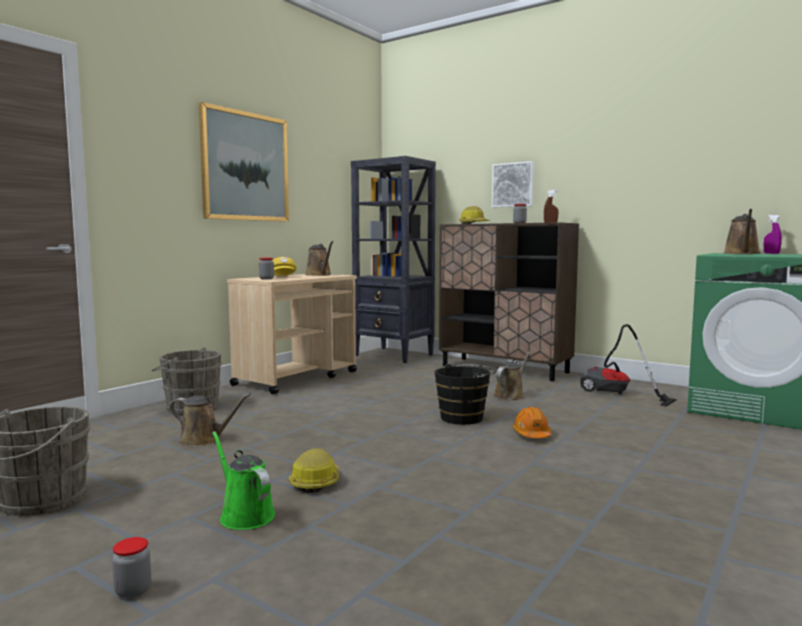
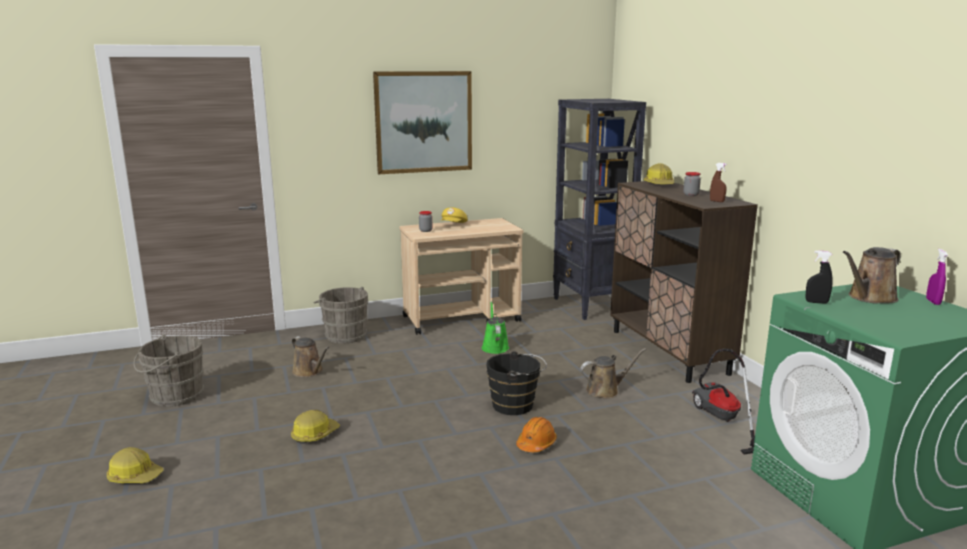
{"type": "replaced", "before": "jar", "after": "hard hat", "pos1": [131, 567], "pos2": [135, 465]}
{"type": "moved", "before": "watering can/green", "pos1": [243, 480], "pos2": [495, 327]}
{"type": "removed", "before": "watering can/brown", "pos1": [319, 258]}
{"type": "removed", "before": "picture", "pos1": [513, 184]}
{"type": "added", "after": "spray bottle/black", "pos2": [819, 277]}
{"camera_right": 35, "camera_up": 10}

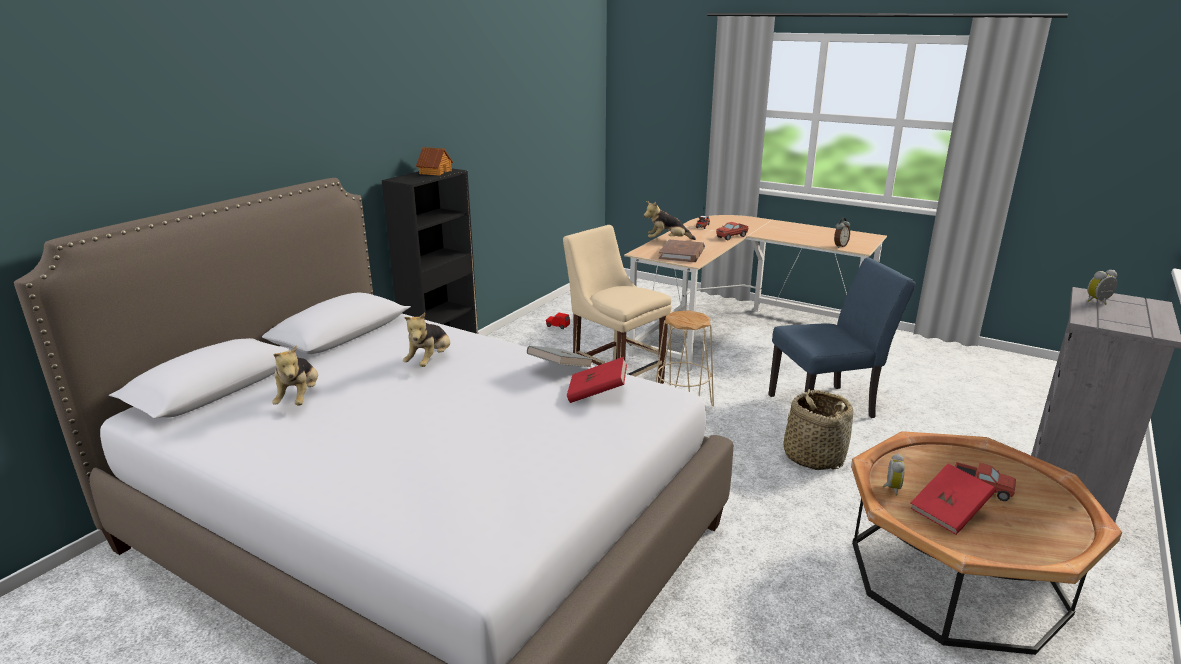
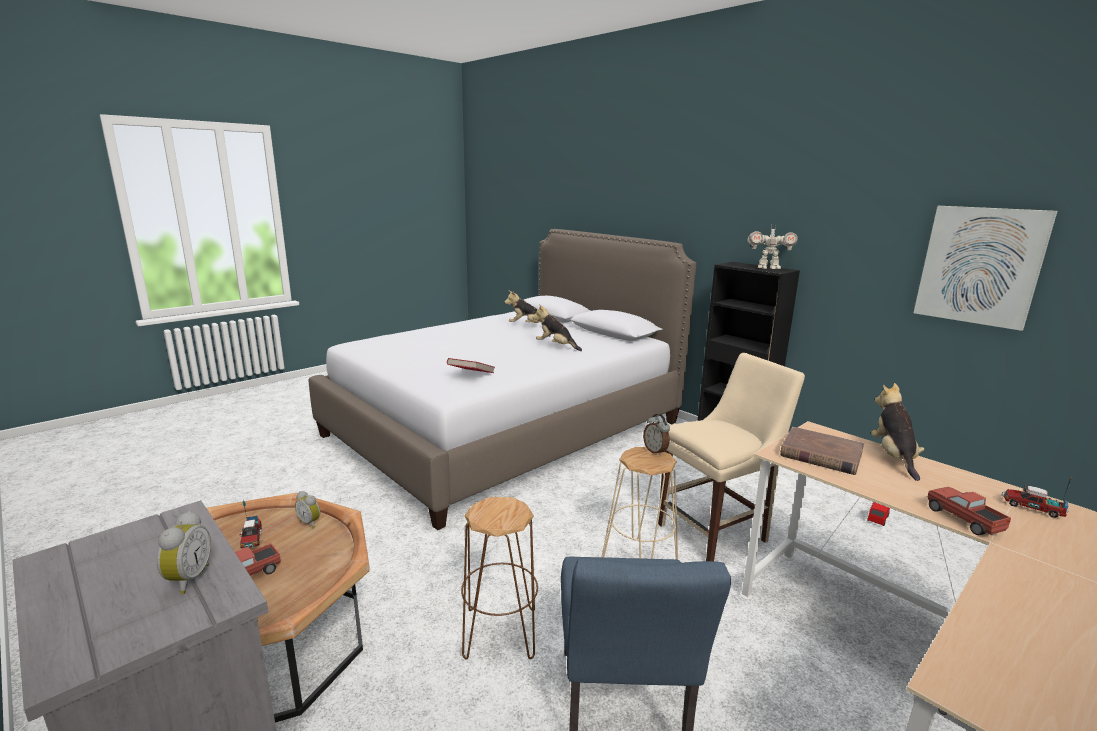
{"type": "replaced", "before": "toy house", "after": "toy robot", "pos1": [434, 161], "pos2": [772, 247]}
{"type": "removed", "before": "book/grey", "pos1": [560, 356]}
{"type": "replaced", "before": "basket", "after": "stool/brown", "pos1": [818, 429], "pos2": [499, 578]}
{"type": "moved", "before": "alarm clock", "pos1": [842, 233], "pos2": [656, 435]}
{"type": "replaced", "before": "book/red", "after": "toy truck", "pos1": [953, 499], "pos2": [250, 524]}
{"type": "added", "after": "picture", "pos2": [985, 268]}
{"camera_right": 105, "camera_up": -5}

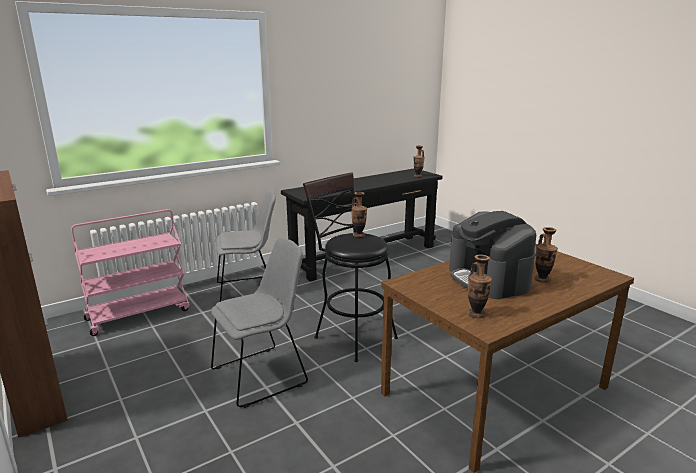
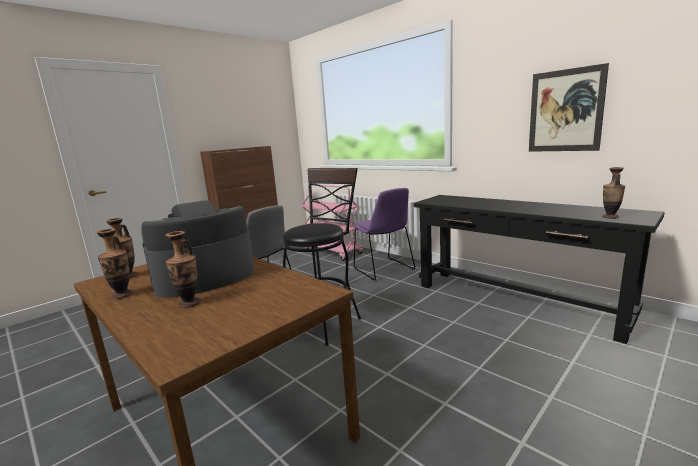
{"type": "recoloured", "before": "chair/grey", "after": "chair/purple", "pos1": [246, 246], "pos2": [384, 234]}
{"type": "moved", "before": "vase", "pos1": [359, 214], "pos2": [115, 264]}
{"type": "added", "after": "picture", "pos2": [569, 107]}
{"camera_right": 80, "camera_up": -5}

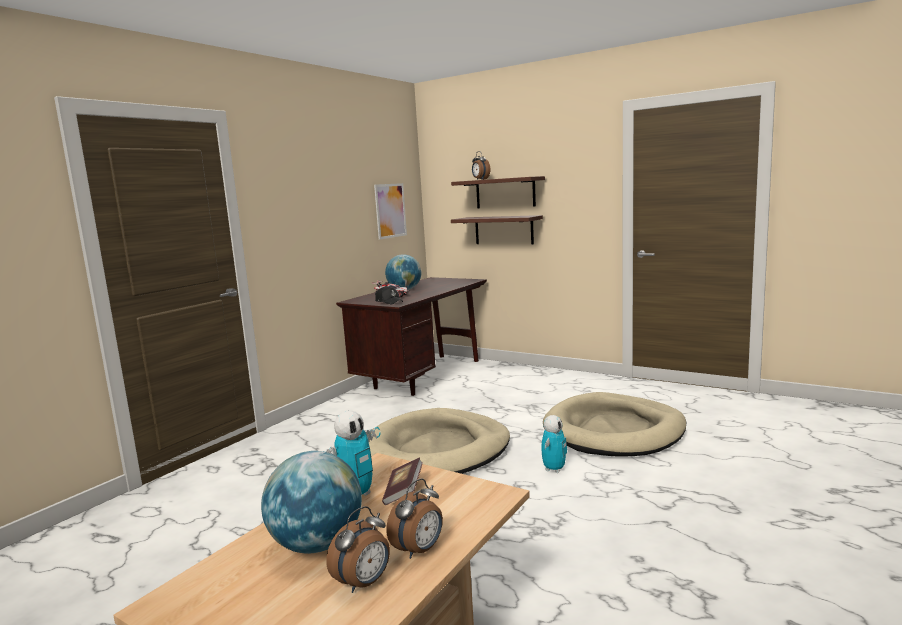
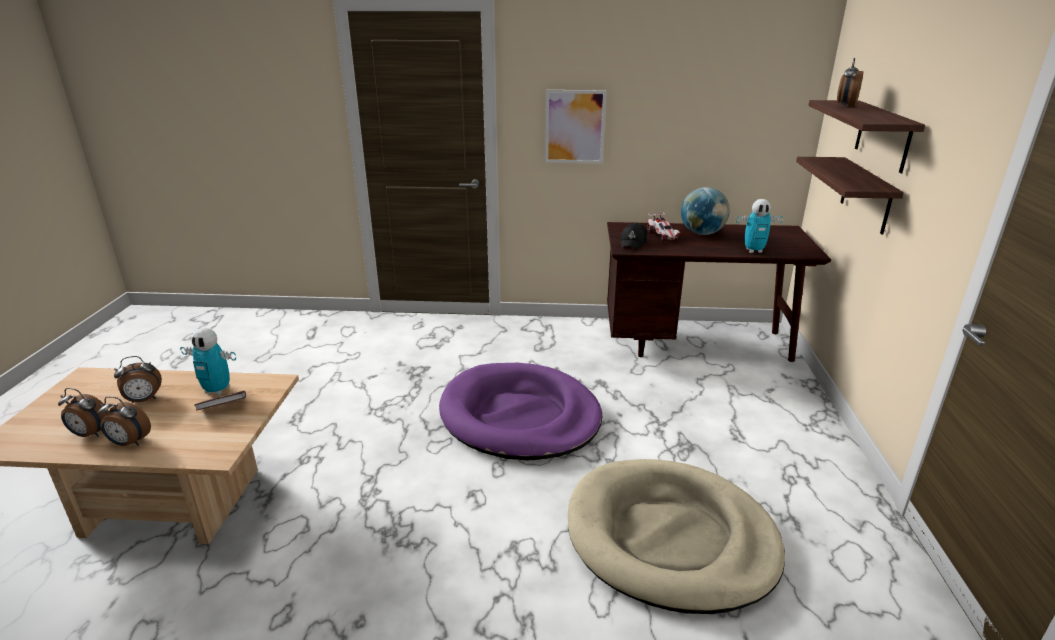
{"type": "replaced", "before": "globe", "after": "alarm clock", "pos1": [311, 502], "pos2": [138, 380]}
{"type": "recoloured", "before": "dog bed/beige", "after": "dog bed/purple", "pos1": [439, 441], "pos2": [520, 411]}
{"type": "moved", "before": "picture", "pos1": [390, 211], "pos2": [576, 126]}
{"type": "moved", "before": "toy robot", "pos1": [554, 444], "pos2": [759, 226]}
{"camera_right": 60, "camera_up": 15}

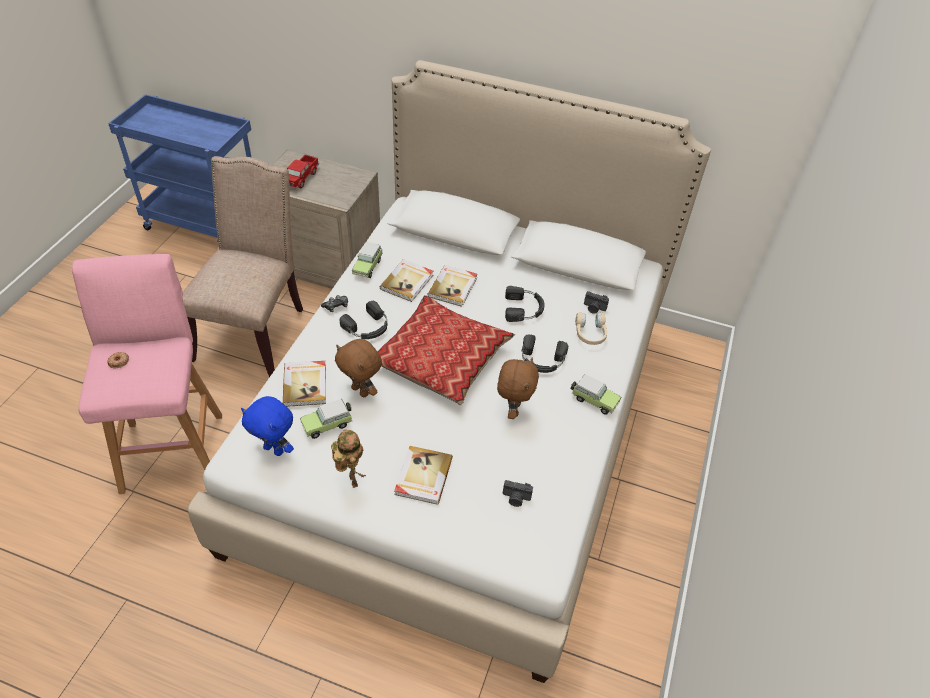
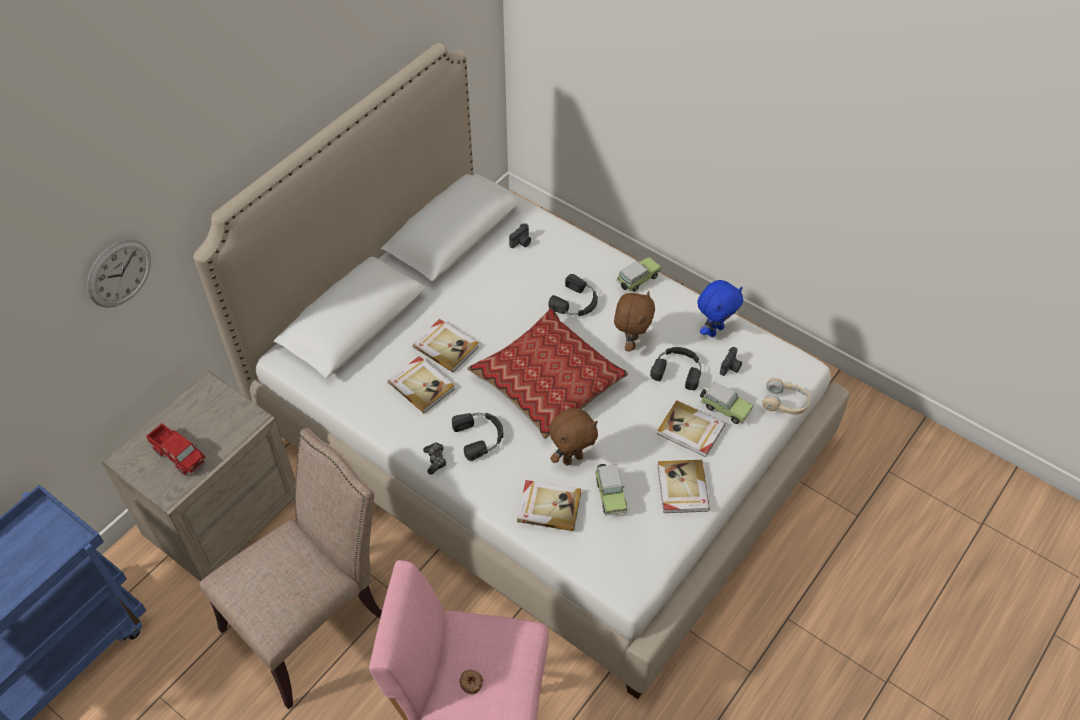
{"type": "turned", "before": "chair/beige", "pos1": [242, 266], "pos2": [290, 569], "turn": 105}
{"type": "moved", "before": "plush toy/blue", "pos1": [267, 426], "pos2": [720, 308]}
{"type": "replaced", "before": "toy robot", "after": "book", "pos1": [348, 458], "pos2": [684, 486]}
{"type": "moved", "before": "toy car", "pos1": [367, 260], "pos2": [726, 402]}
{"type": "turned", "before": "plush toy/brown", "pos1": [518, 388], "pos2": [634, 321], "turn": 75}
{"type": "moved", "before": "headphones/black", "pos1": [525, 304], "pos2": [675, 368]}
{"type": "moved", "before": "headphones/beige", "pos1": [591, 328], "pos2": [786, 396]}
{"type": "added", "after": "wall clock", "pos2": [119, 273]}
{"camera_right": -70, "camera_up": 5}

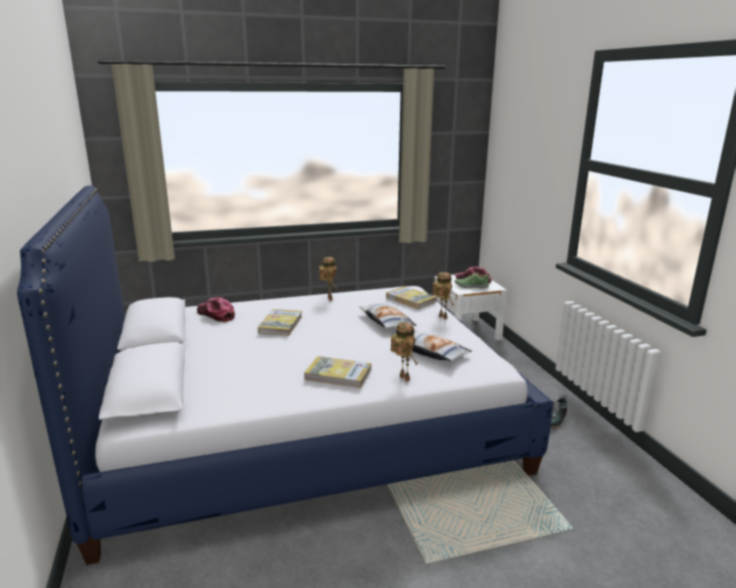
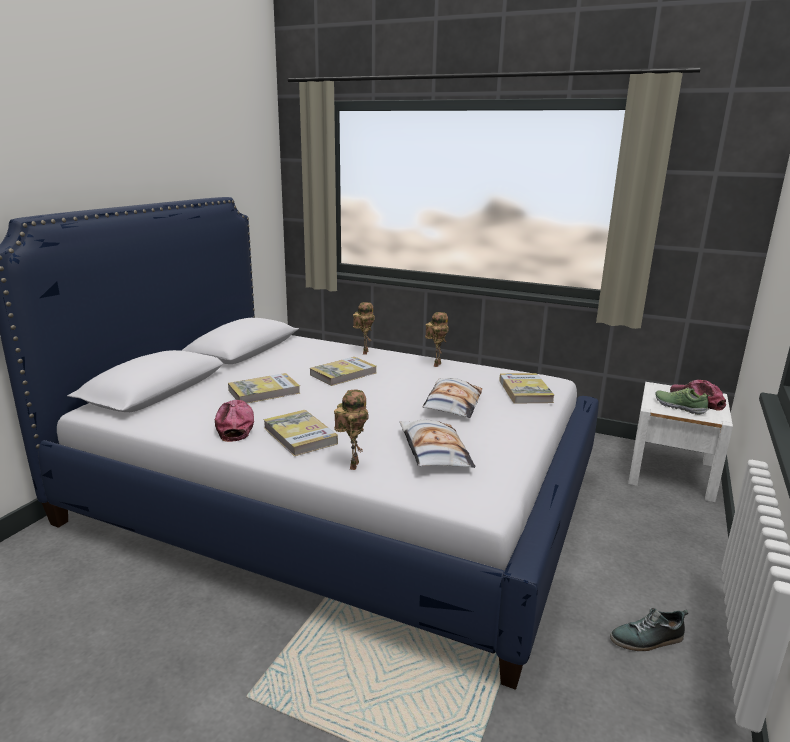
{"type": "moved", "before": "cap", "pos1": [216, 309], "pos2": [234, 421]}
{"type": "moved", "before": "toy robot", "pos1": [443, 295], "pos2": [364, 328]}
{"type": "added", "after": "book", "pos2": [264, 388]}
{"camera_right": 40, "camera_up": 0}

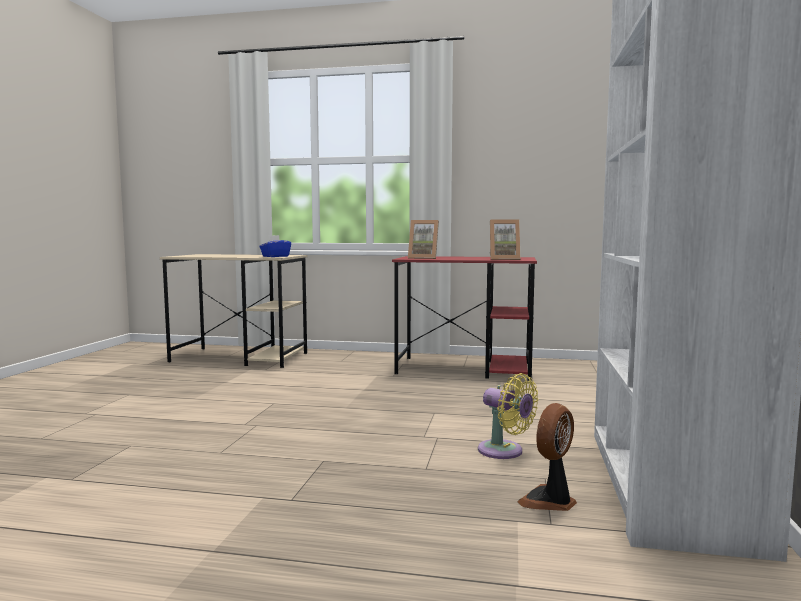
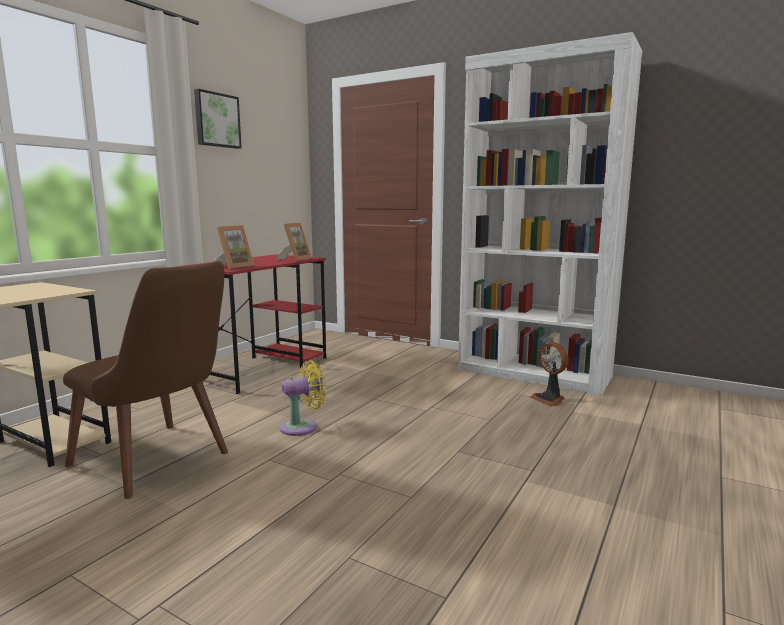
{"type": "removed", "before": "tissue box/blue", "pos1": [275, 246]}
{"type": "moved", "before": "fan/yellow", "pos1": [508, 416], "pos2": [303, 398]}
{"type": "added", "after": "chair/brown", "pos2": [145, 380]}
{"type": "added", "after": "picture", "pos2": [218, 119]}
{"camera_right": -70, "camera_up": 5}

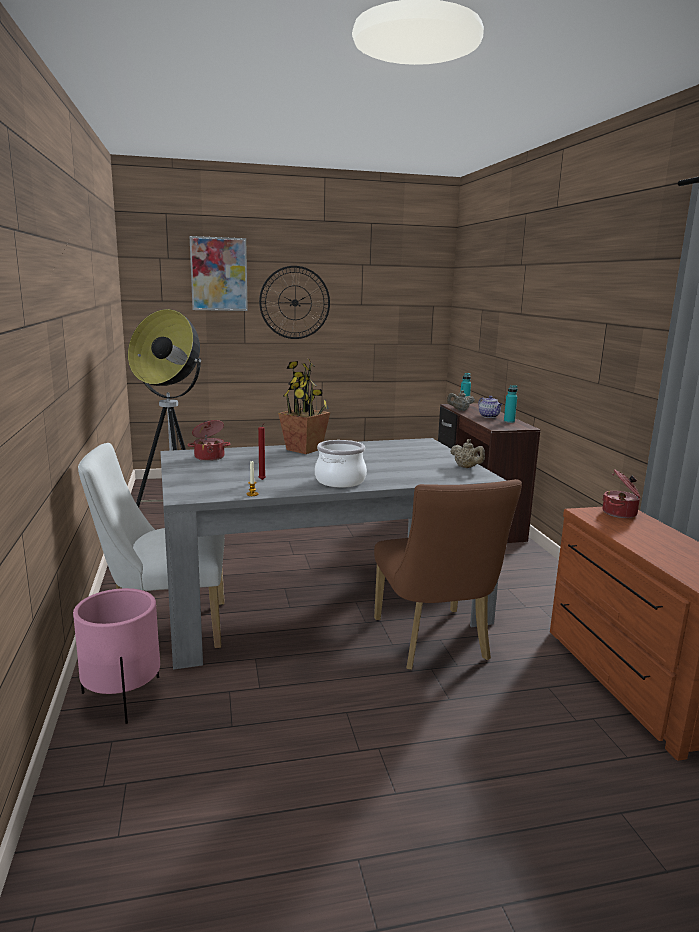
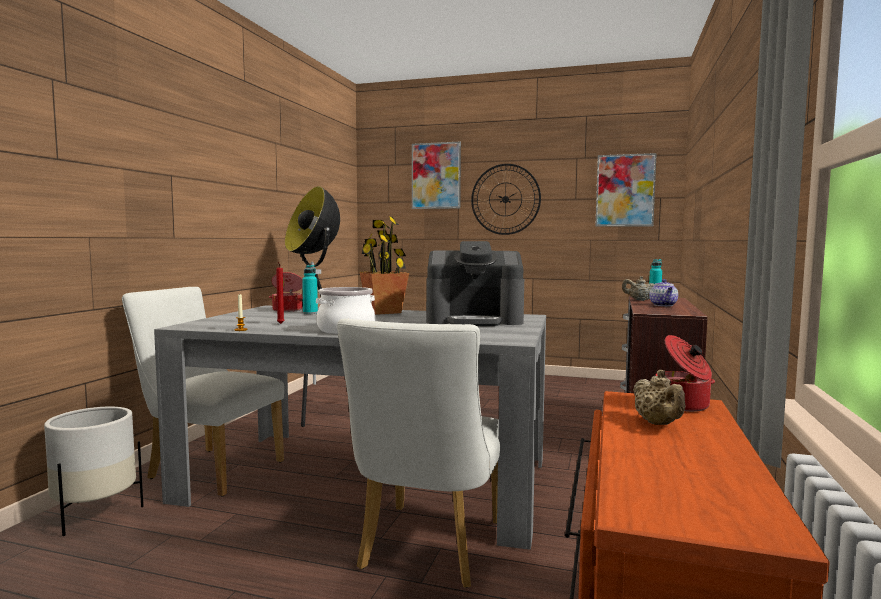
{"type": "recoloured", "before": "planter/pink", "after": "planter/white", "pos1": [116, 656], "pos2": [93, 471]}
{"type": "recoloured", "before": "chair/brown", "after": "chair/white", "pos1": [448, 574], "pos2": [418, 453]}
{"type": "moved", "before": "teapot/beige", "pos1": [467, 453], "pos2": [659, 397]}
{"type": "moved", "before": "bottle/turquoise", "pos1": [511, 404], "pos2": [310, 289]}
{"type": "added", "after": "coffee machine", "pos2": [475, 283]}
{"type": "added", "after": "picture", "pos2": [626, 190]}
{"camera_right": 30, "camera_up": -10}

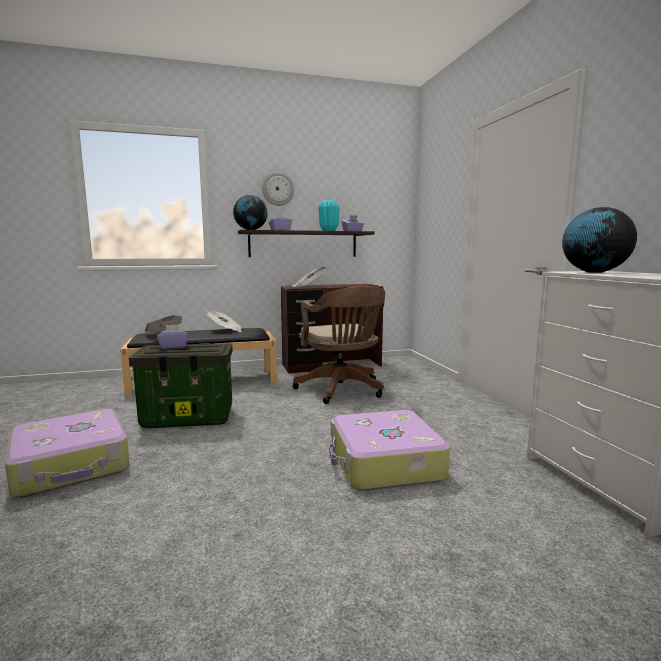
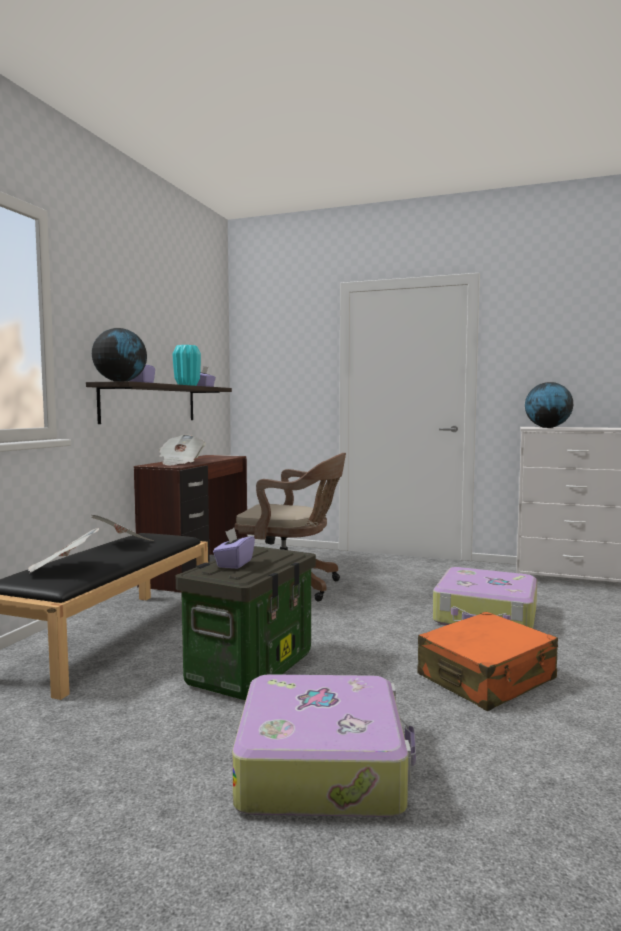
{"type": "removed", "before": "wall clock", "pos1": [278, 189]}
{"type": "added", "after": "suitcase/orange", "pos2": [487, 661]}
{"camera_right": -55, "camera_up": -5}

